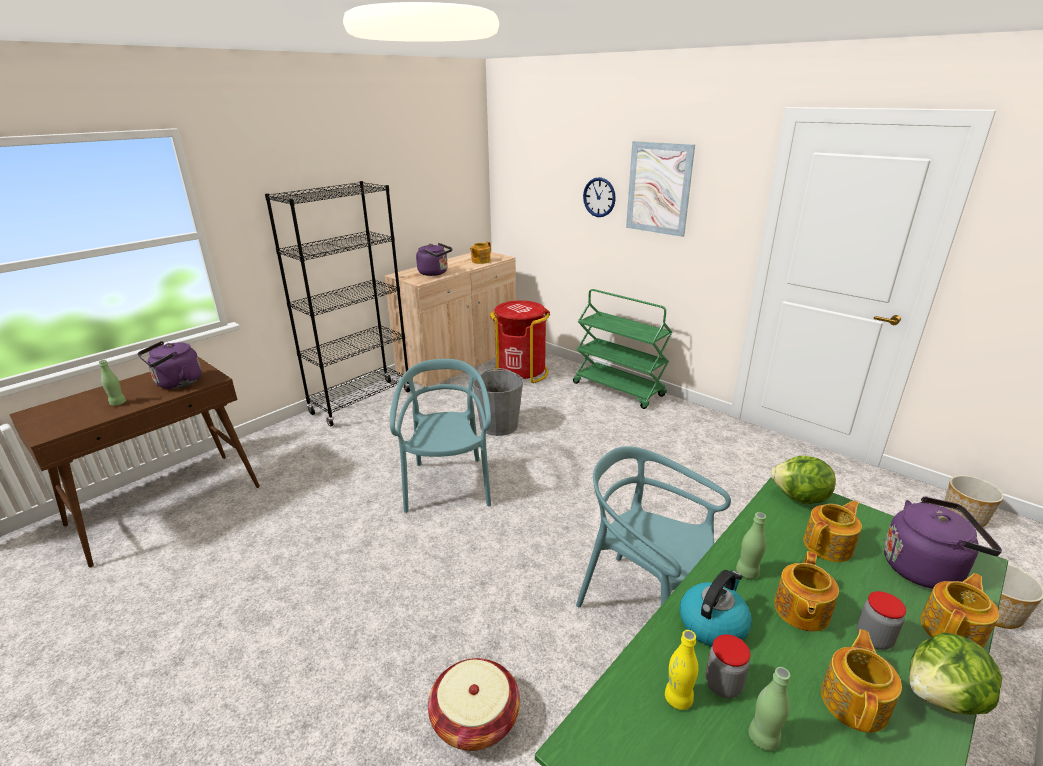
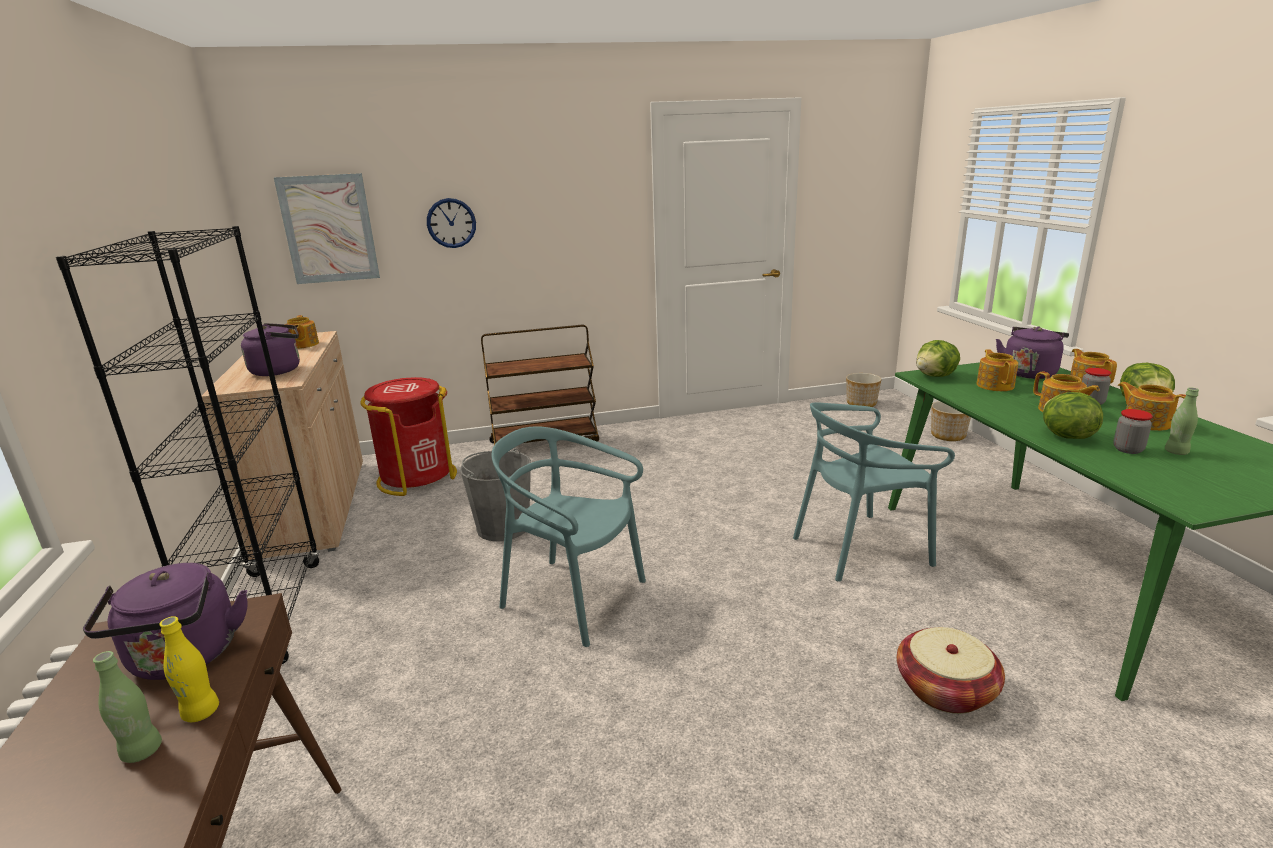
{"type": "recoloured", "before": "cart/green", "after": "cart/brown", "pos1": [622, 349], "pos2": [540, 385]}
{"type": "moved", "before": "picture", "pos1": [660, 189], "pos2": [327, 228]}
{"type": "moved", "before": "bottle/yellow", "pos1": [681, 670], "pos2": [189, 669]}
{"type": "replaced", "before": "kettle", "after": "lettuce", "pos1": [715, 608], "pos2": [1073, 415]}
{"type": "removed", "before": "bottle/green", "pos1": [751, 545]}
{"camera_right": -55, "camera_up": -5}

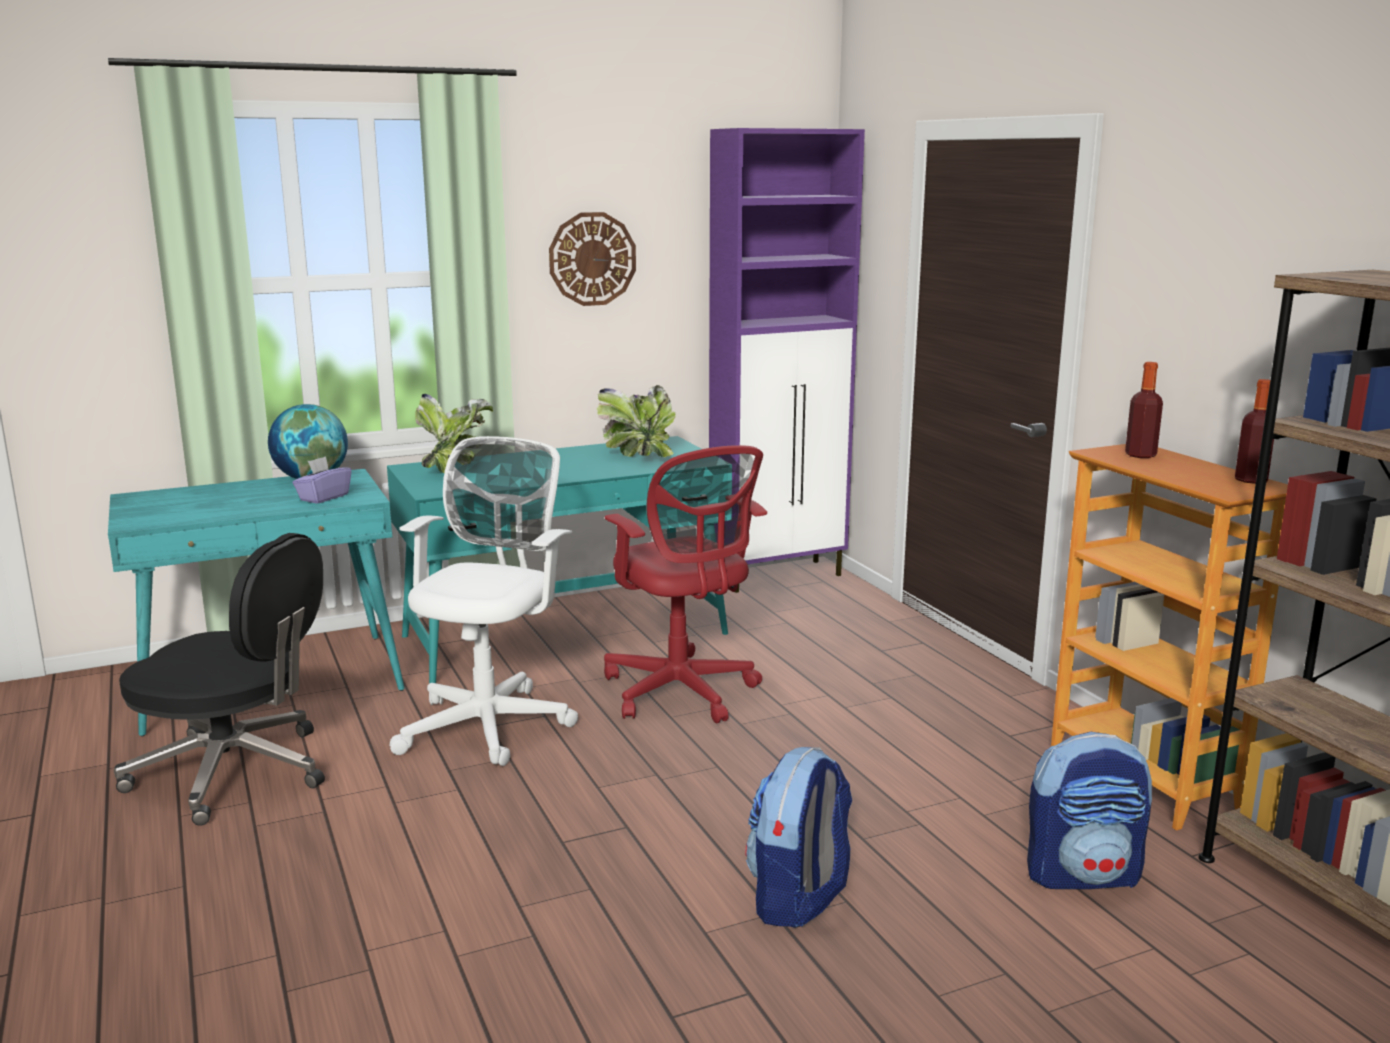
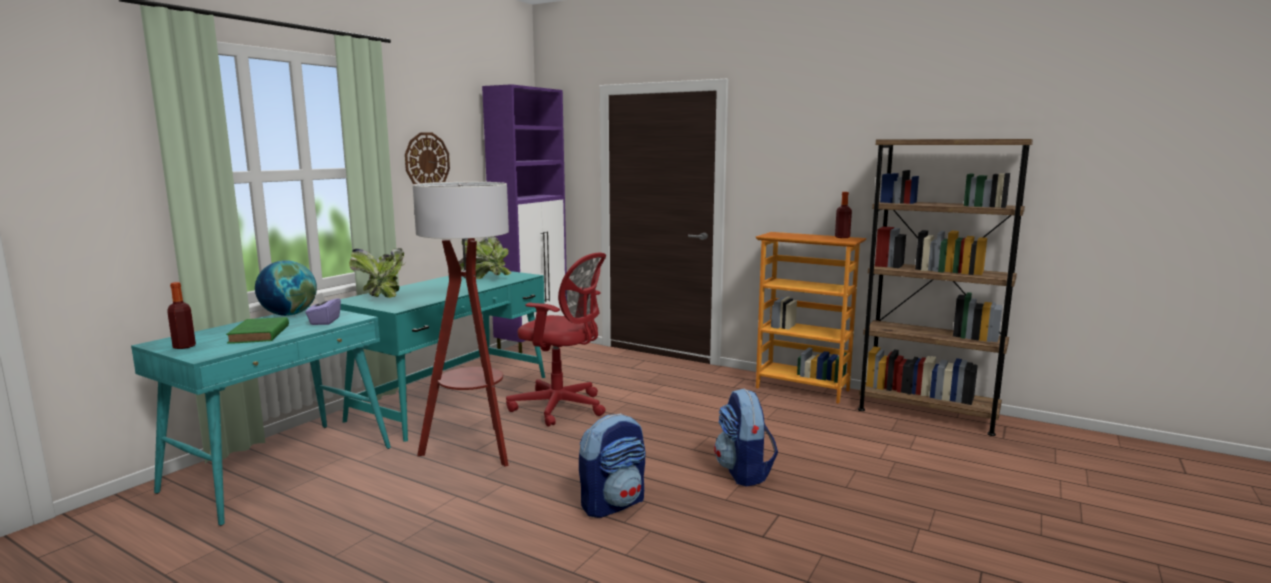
{"type": "removed", "before": "office chair/black", "pos1": [219, 679]}
{"type": "replaced", "before": "office chair/white", "after": "floor lamp", "pos1": [484, 601], "pos2": [461, 324]}
{"type": "moved", "before": "backpack", "pos1": [1089, 810], "pos2": [612, 465]}
{"type": "moved", "before": "bottle", "pos1": [1144, 410], "pos2": [181, 315]}
{"type": "added", "after": "book/green", "pos2": [257, 330]}
{"camera_right": -35, "camera_up": -5}

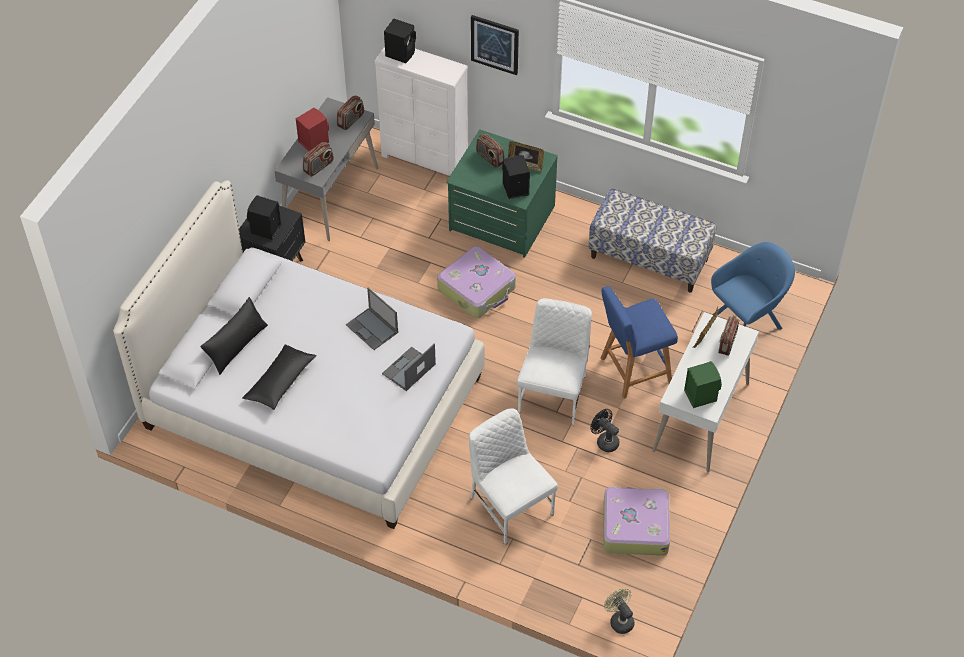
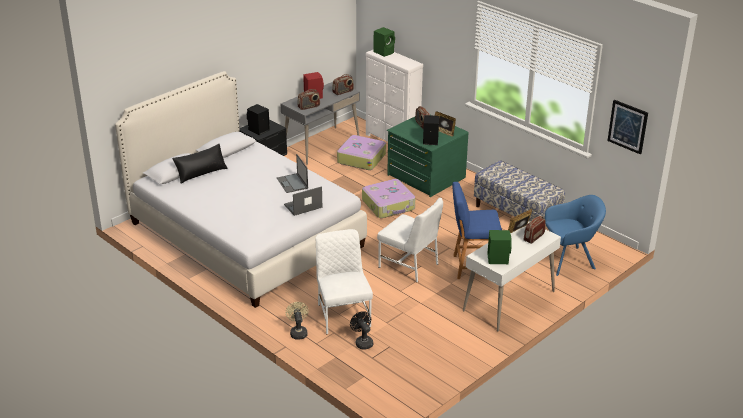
{"type": "removed", "before": "pillow/black", "pos1": [280, 377]}
{"type": "recoloured", "before": "speaker/black", "after": "speaker/green", "pos1": [400, 40], "pos2": [384, 42]}
{"type": "moved", "before": "picture", "pos1": [495, 45], "pos2": [627, 127]}
{"type": "turned", "before": "chair/white", "pos1": [554, 361], "pos2": [410, 240], "turn": 90}
{"type": "moved", "before": "fan/black", "pos1": [605, 430], "pos2": [361, 330]}
{"type": "moved", "before": "suitcase", "pos1": [636, 521], "pos2": [361, 152]}
{"type": "moved", "before": "fan/beige", "pos1": [619, 611], "pos2": [297, 321]}
{"camera_right": 20, "camera_up": -20}

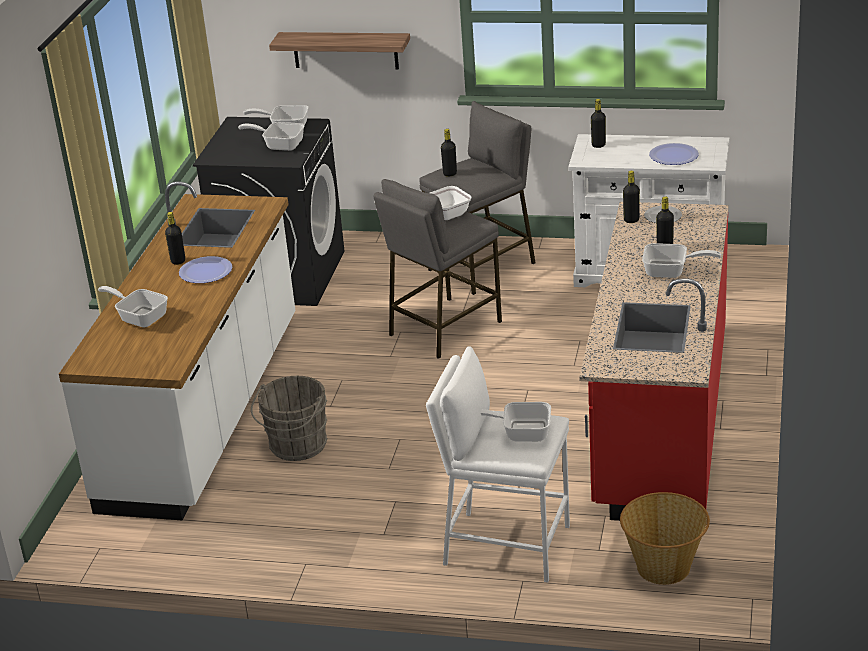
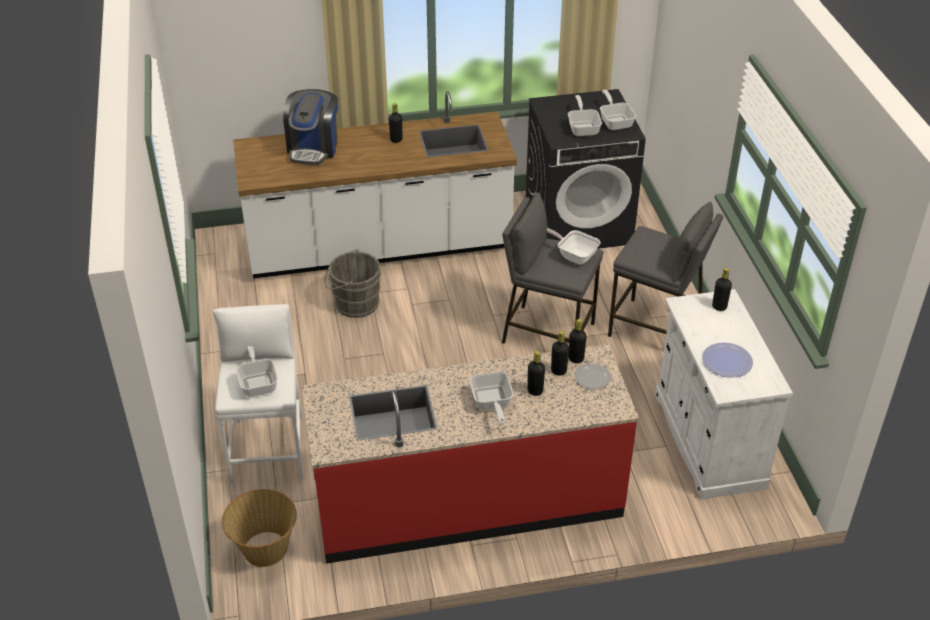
{"type": "replaced", "before": "frying pan", "after": "coffee machine", "pos1": [133, 306], "pos2": [310, 127]}
{"type": "removed", "before": "plate", "pos1": [206, 269]}
{"type": "removed", "before": "shelf", "pos1": [339, 51]}
{"type": "moved", "before": "bottle/black", "pos1": [449, 153], "pos2": [560, 353]}
{"camera_right": 65, "camera_up": 10}

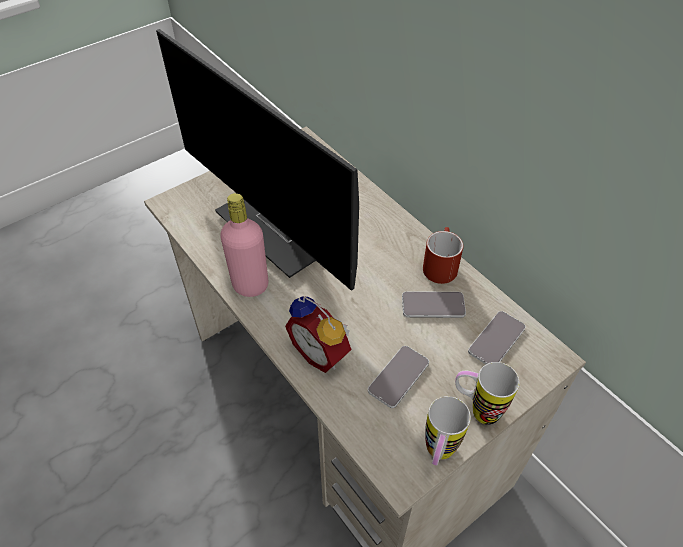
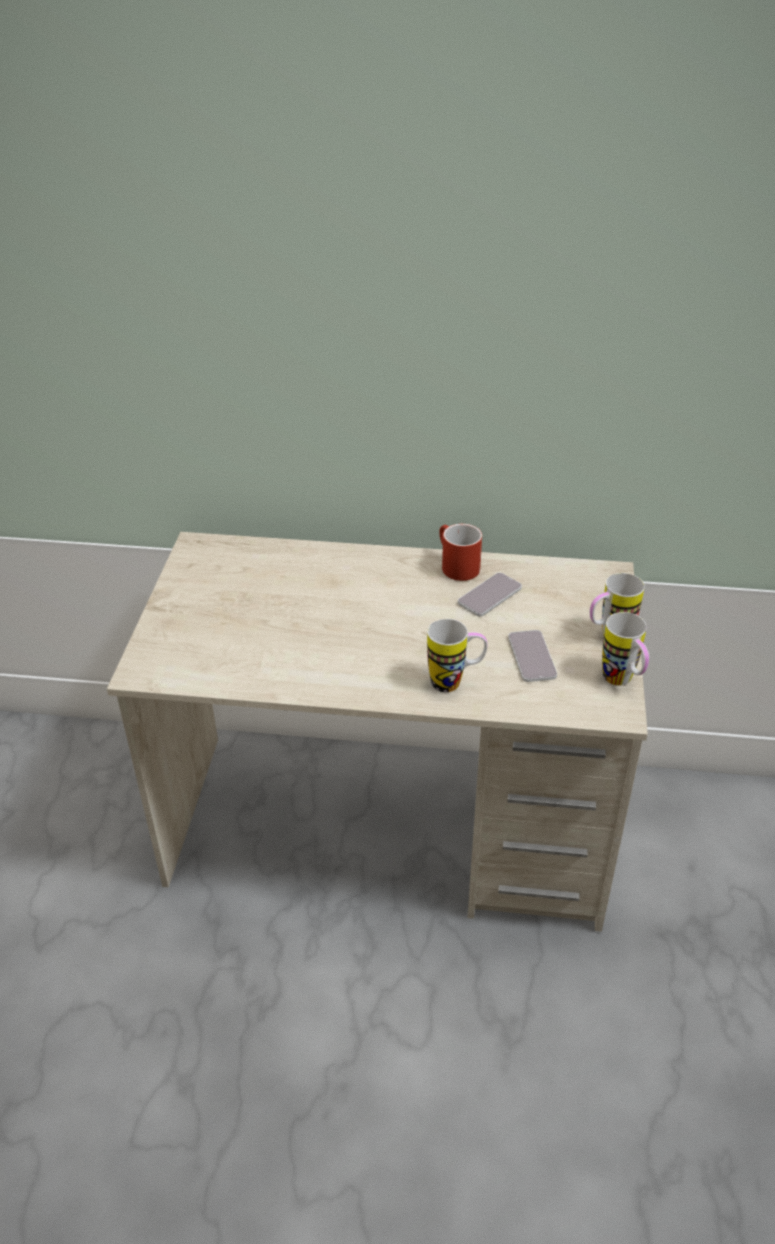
{"type": "removed", "before": "monitor", "pos1": [257, 160]}
{"type": "removed", "before": "bottle/pink", "pos1": [244, 245]}
{"type": "replaced", "before": "alarm clock", "after": "mug", "pos1": [318, 334], "pos2": [457, 655]}
{"type": "removed", "before": "phone", "pos1": [497, 337]}
{"camera_right": -45, "camera_up": -10}

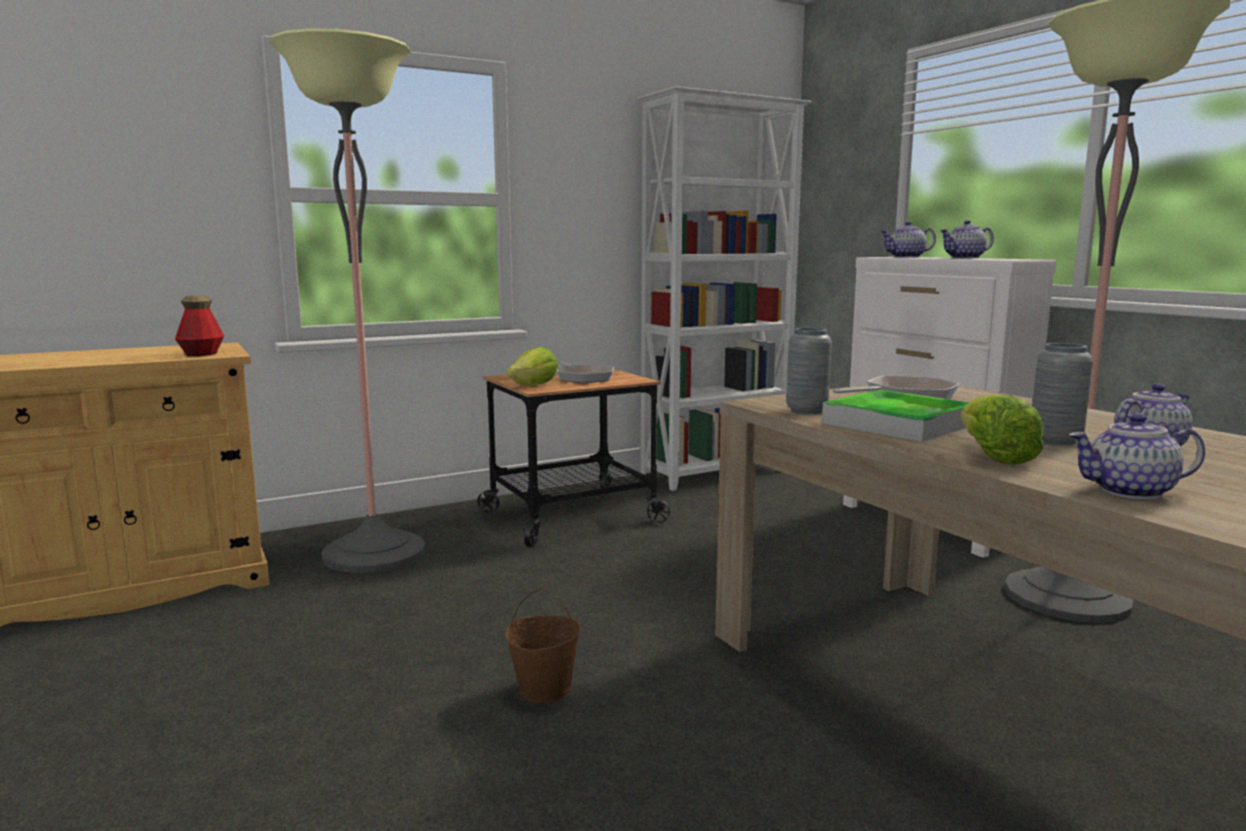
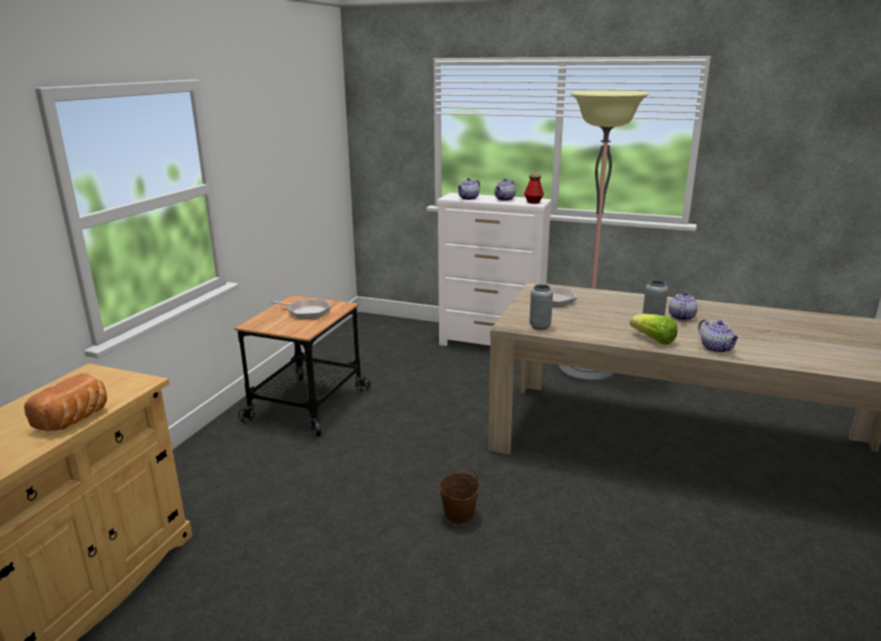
{"type": "moved", "before": "bottle", "pos1": [199, 325], "pos2": [534, 188]}
{"type": "removed", "before": "floor lamp", "pos1": [347, 300]}
{"type": "removed", "before": "lettuce", "pos1": [532, 366]}
{"type": "removed", "before": "bookcase/white", "pos1": [725, 288]}
{"type": "removed", "before": "tray", "pos1": [895, 416]}
{"type": "turned", "before": "teapot", "pos1": [1136, 456], "pos2": [719, 336], "turn": -75}
{"type": "added", "after": "bread", "pos2": [65, 402]}
{"camera_right": -40, "camera_up": 10}

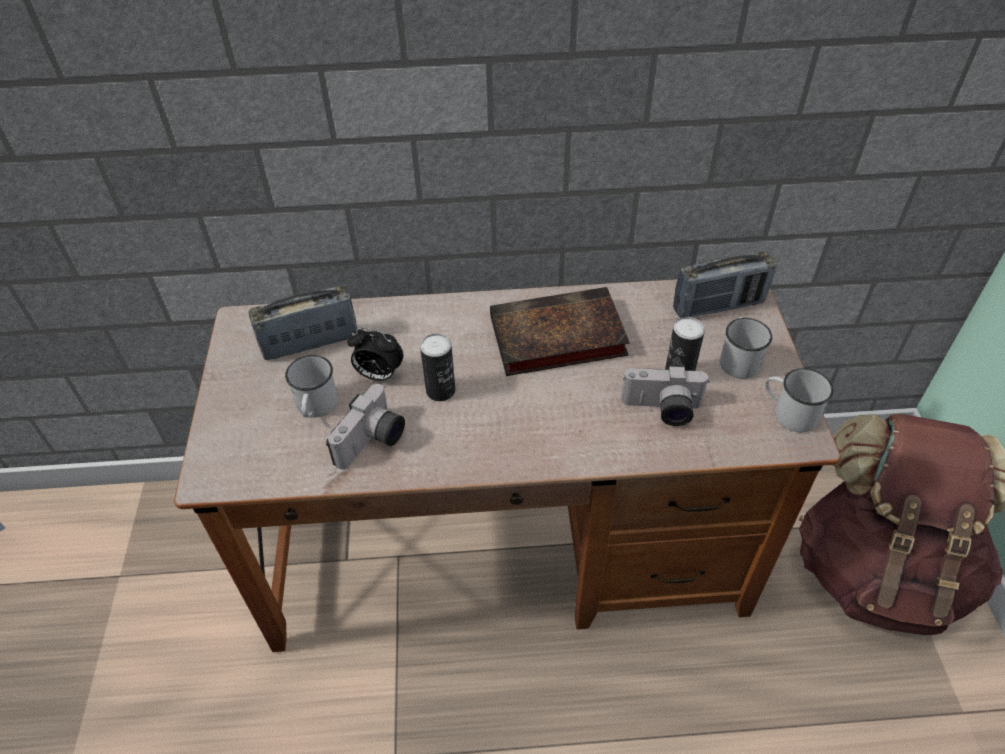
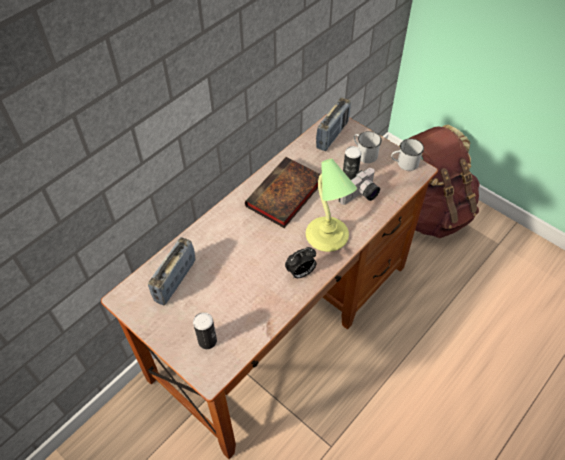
{"type": "removed", "before": "mug/white", "pos1": [311, 386]}
{"type": "removed", "before": "photo camera", "pos1": [365, 426]}
{"type": "moved", "before": "alarm clock", "pos1": [375, 354], "pos2": [300, 262]}
{"type": "moved", "before": "can", "pos1": [437, 367], "pos2": [205, 330]}
{"type": "added", "after": "table lamp", "pos2": [331, 205]}
{"camera_right": -45, "camera_up": 5}

